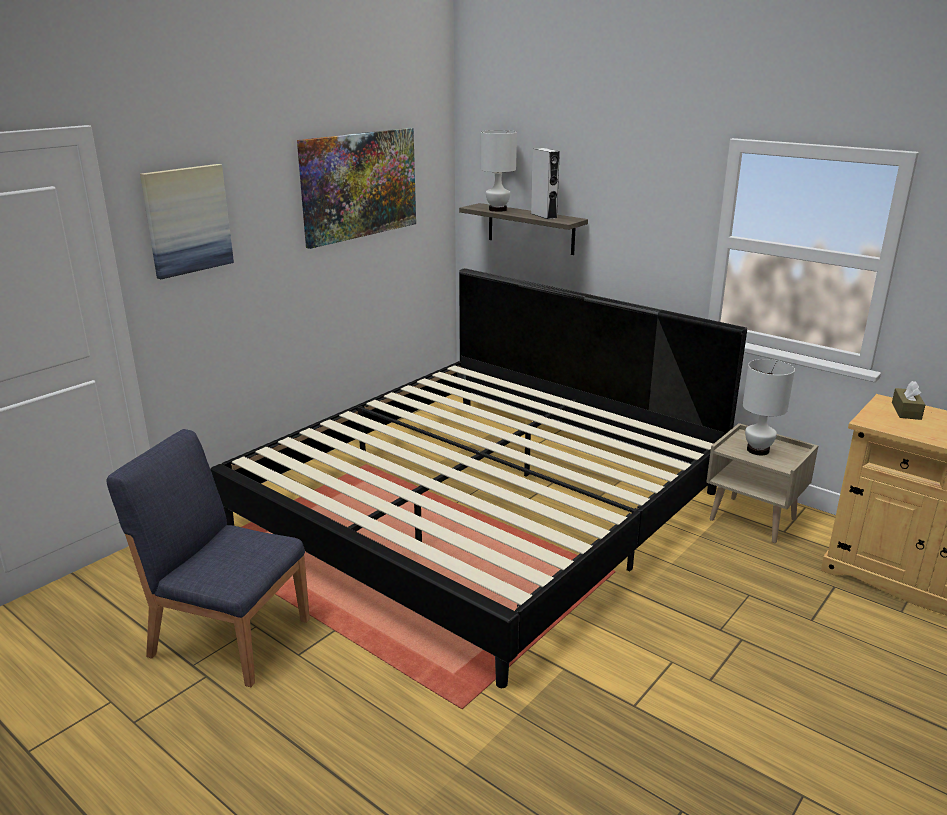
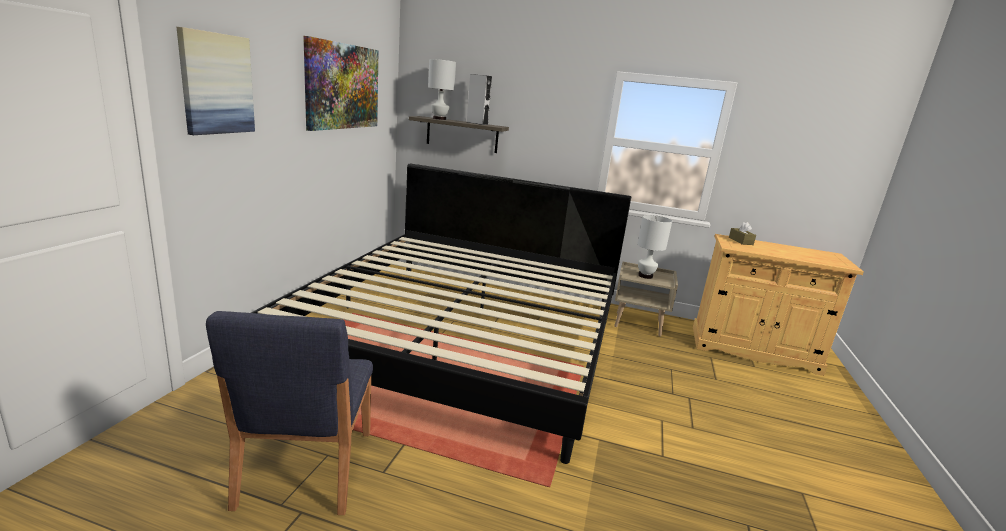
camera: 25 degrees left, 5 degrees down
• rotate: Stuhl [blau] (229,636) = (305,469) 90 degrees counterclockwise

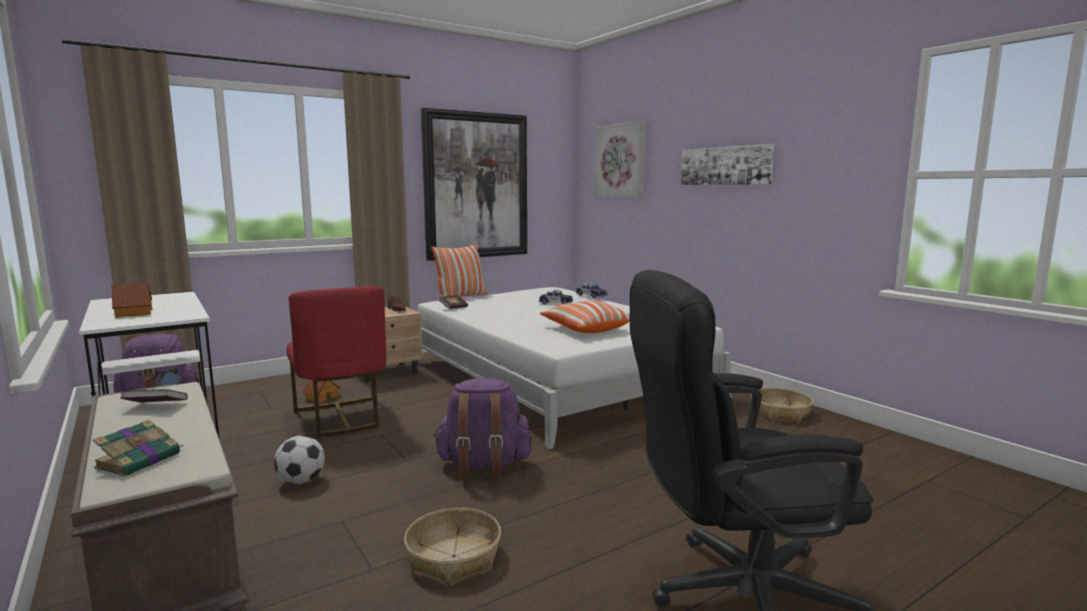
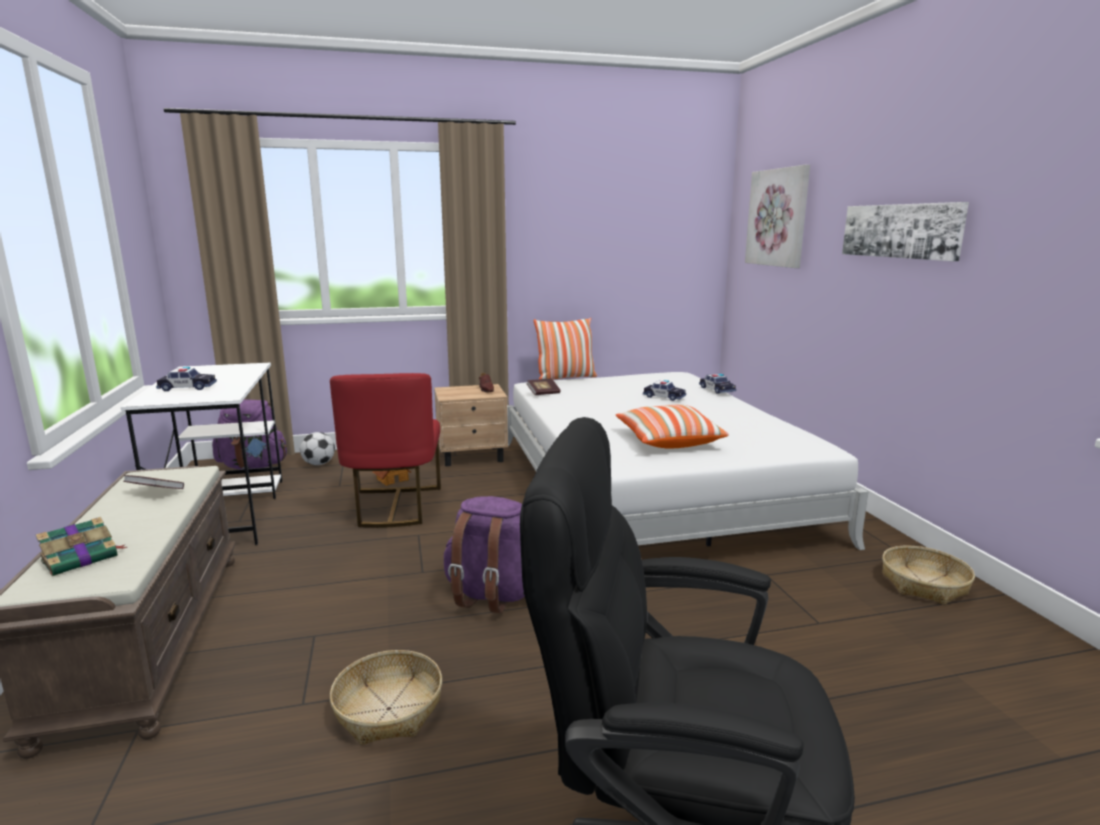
camera: 20 degrees right, 5 degrees up
• replace: Spielzeughaus (133,313) to Spielzeugauto (187,387)
• move: Fußball (301,481) to (319,464)
• delete: Bild (476,186)

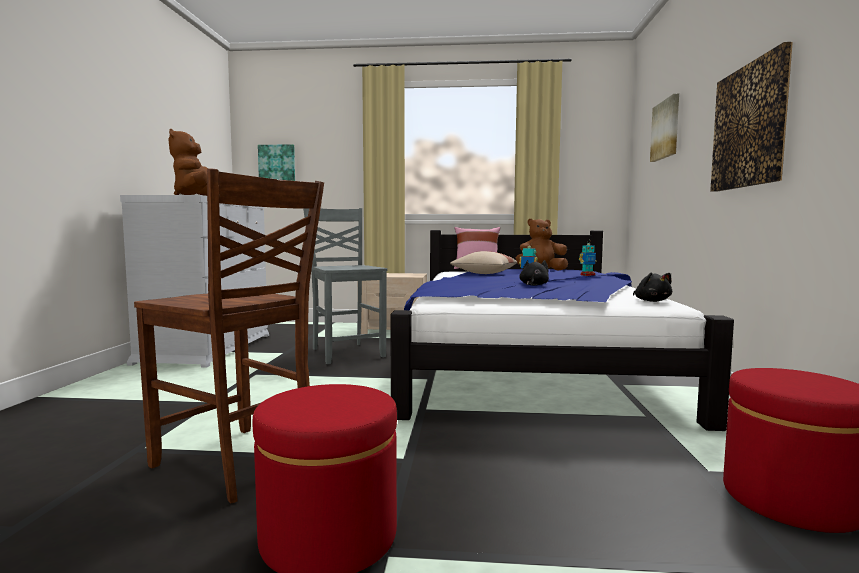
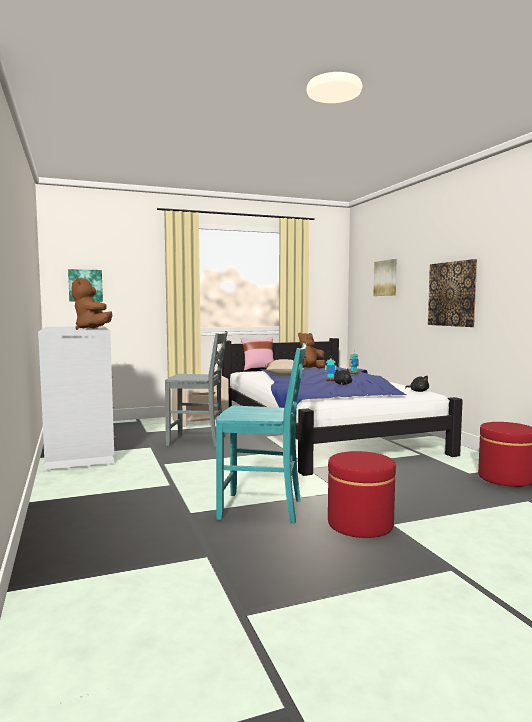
camera: 25 degrees left, 0 degrees up
• recolor: Stuhl [braun] (237,464) to Stuhl [türkis] (262,509)
• rotate: Stuhl [grau] (346,352) = (198,441) 150 degrees clockwise

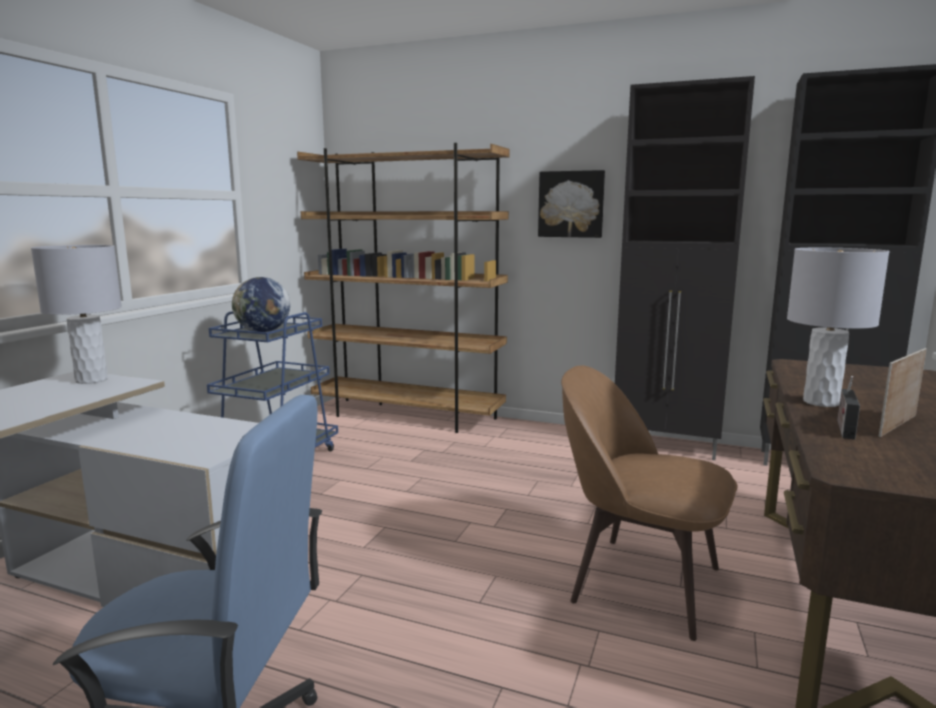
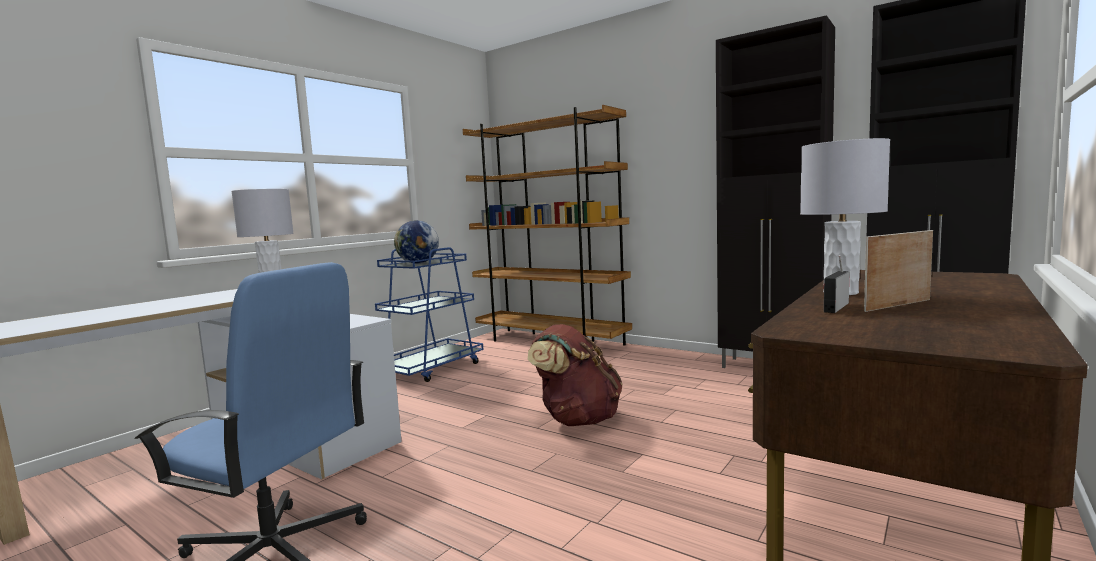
camera: 15 degrees right, 5 degrees down
• delete: Bild (571,204)
• delete: Stuhl [braun] (639,582)
• insert: Rucksack [braun] (577,419)

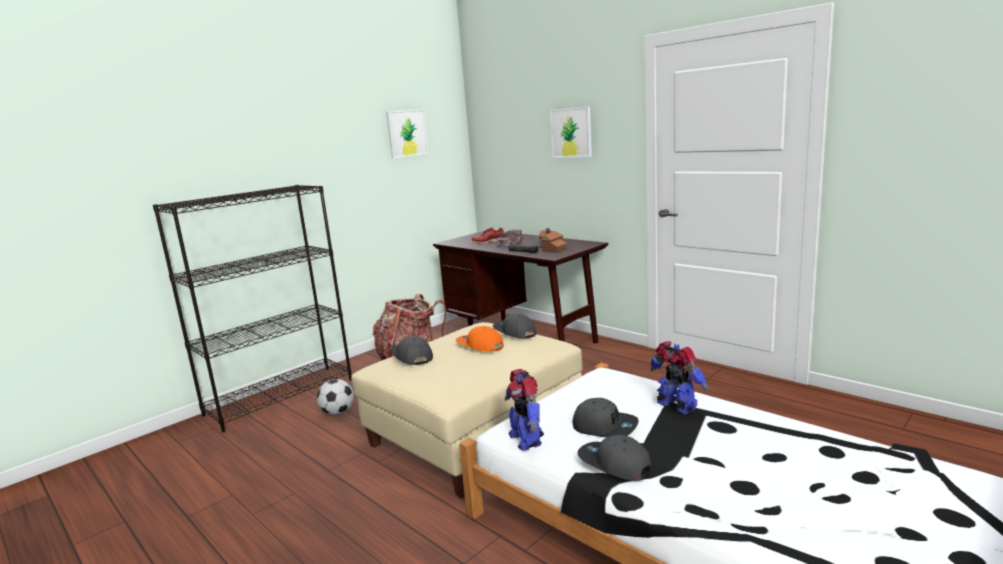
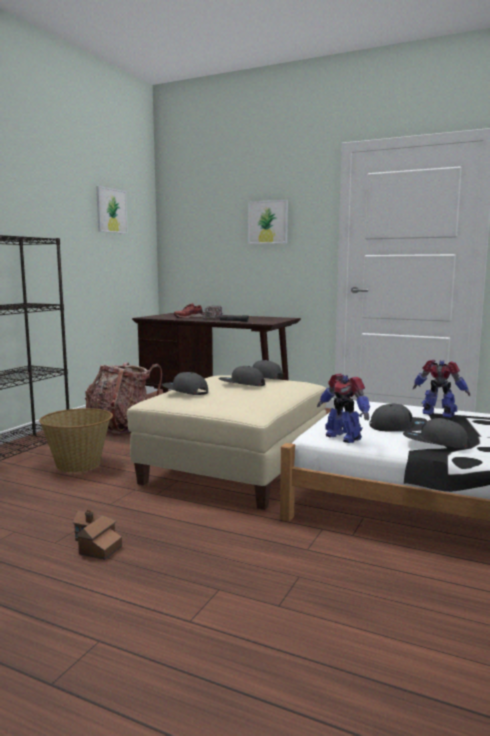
camera: 20 degrees left, 5 degrees down
• replace: Fußball (338,413) to Korb (79,464)
• recolor: Kappe [orange] (479,346) to Kappe [grau] (241,384)
• move: Spielzeughaus (551,249) to (95,546)

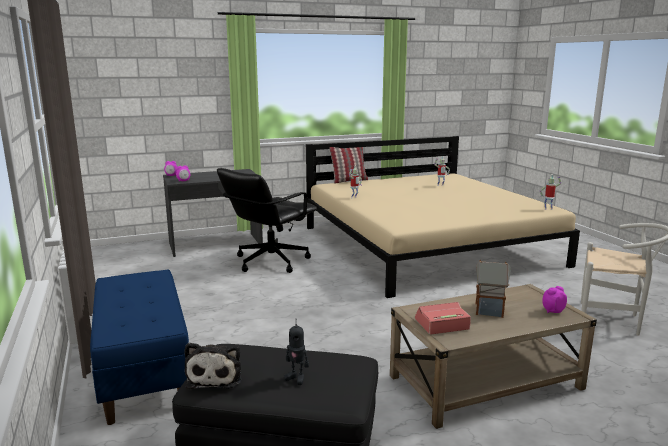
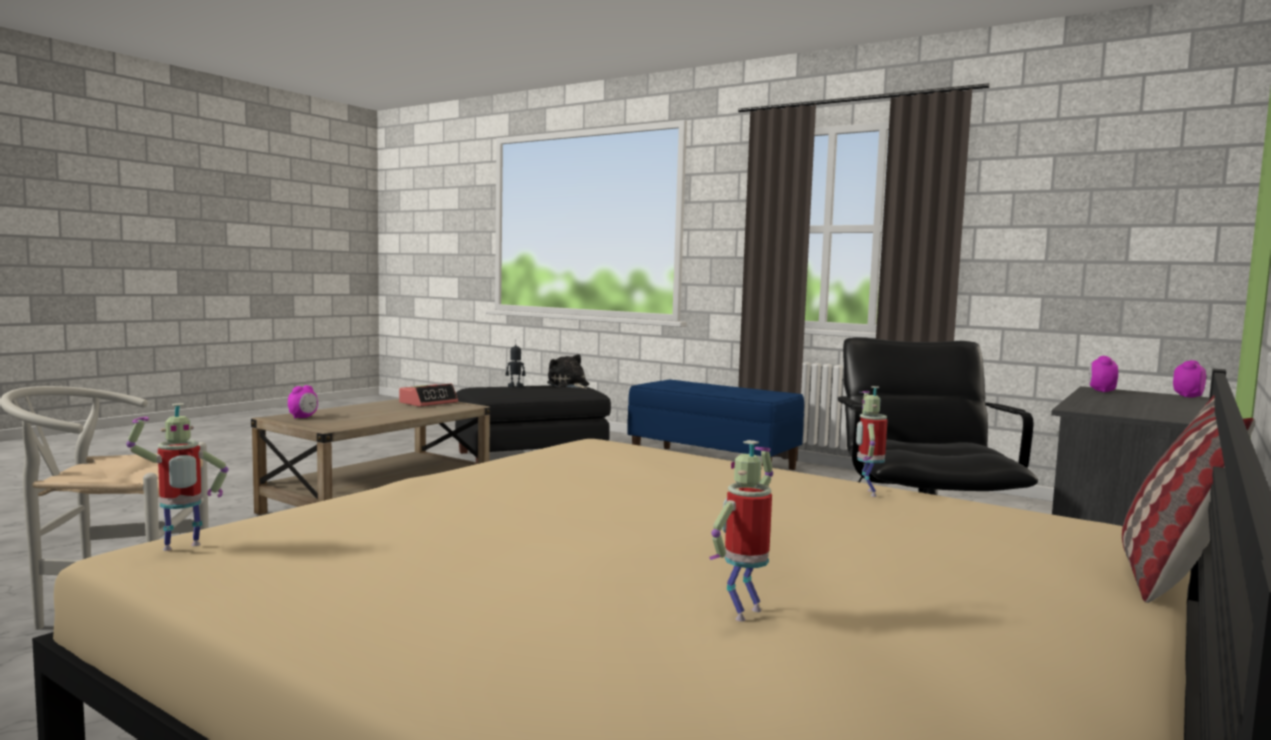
camera: 145 degrees right, 10 degrees down
• delete: Spielzeughaus (490,310)

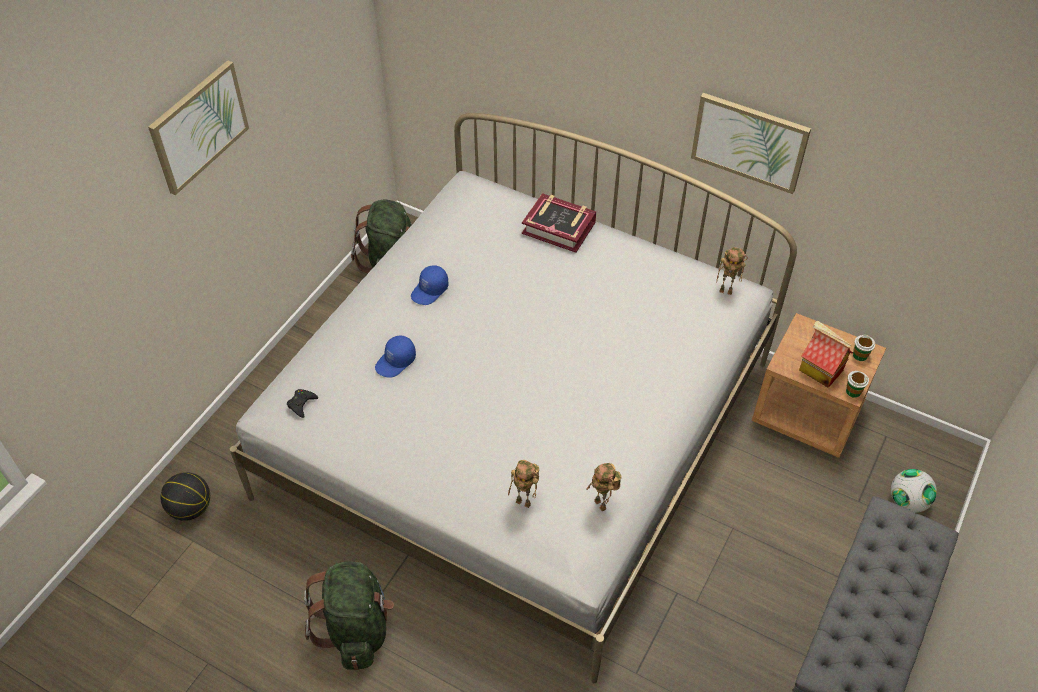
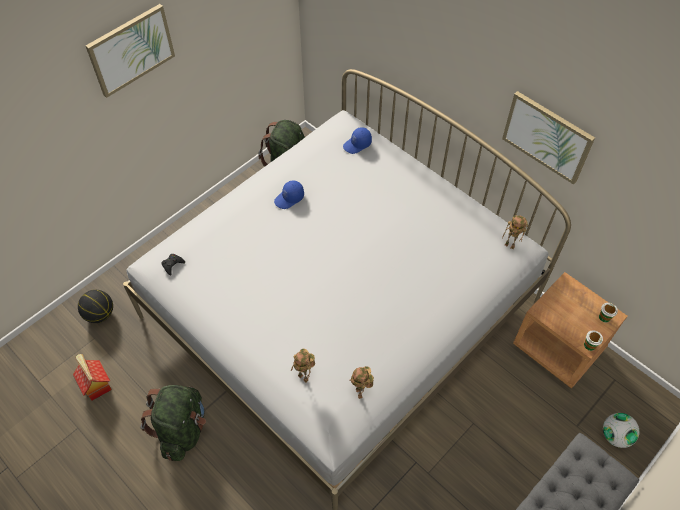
camera: 15 degrees right, 5 degrees up
• move: Kappe [blau] (396,362) to (357,145)
• delete: Buch (559,228)
• move: Spielzeughaus (820,370) to (96,385)

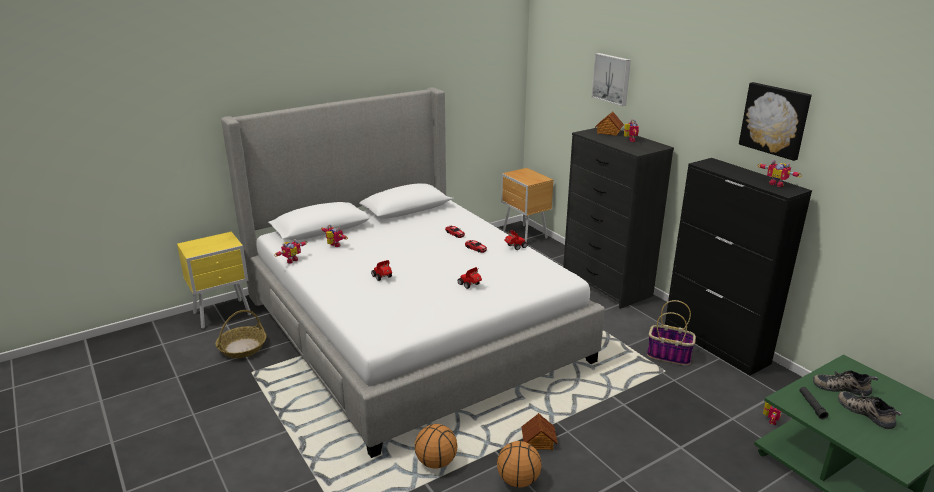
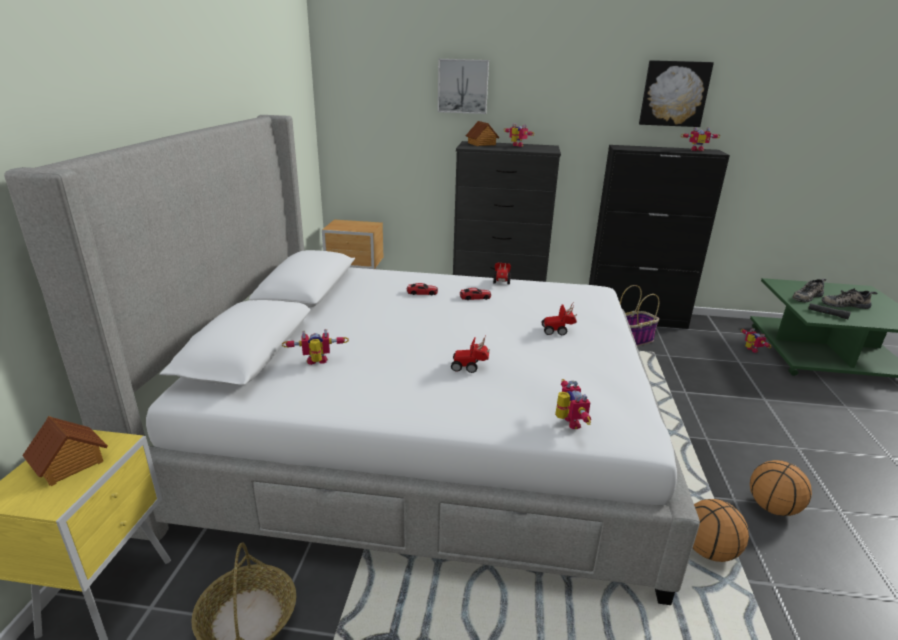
camera: 50 degrees left, 0 degrees up
• move: Spielzeugroboter (291,260) to (567,423)
• move: Spielzeughaus (538,442) to (69,464)

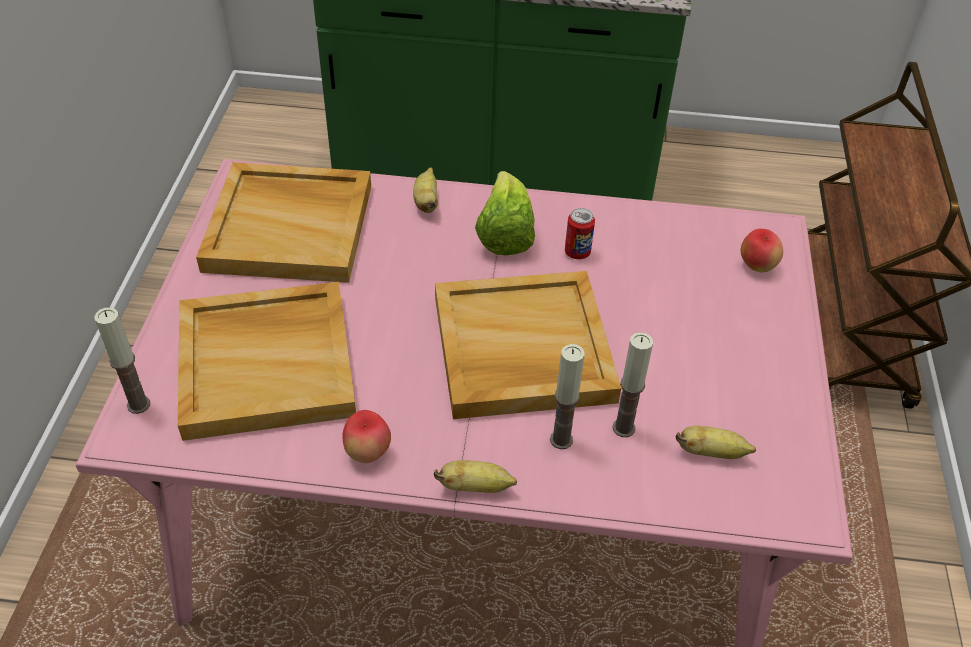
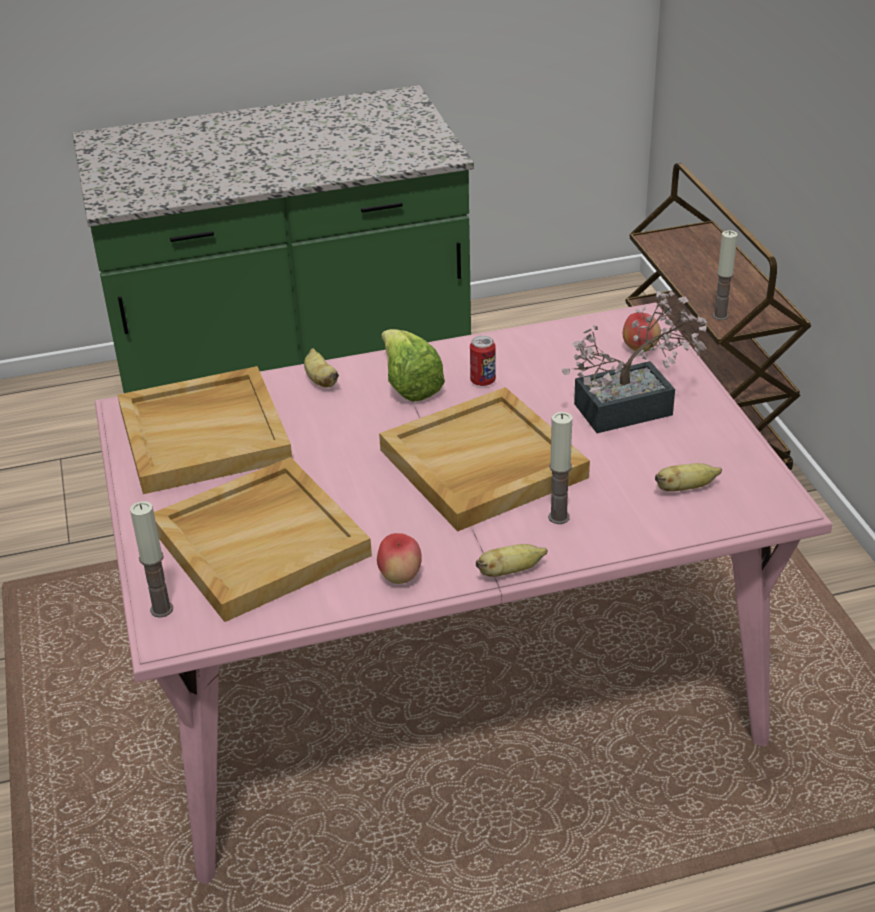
camera: 20 degrees left, 10 degrees down
• move: Kerze (623,428) to (720,316)
• insert: Topfpflanze (634,407)

